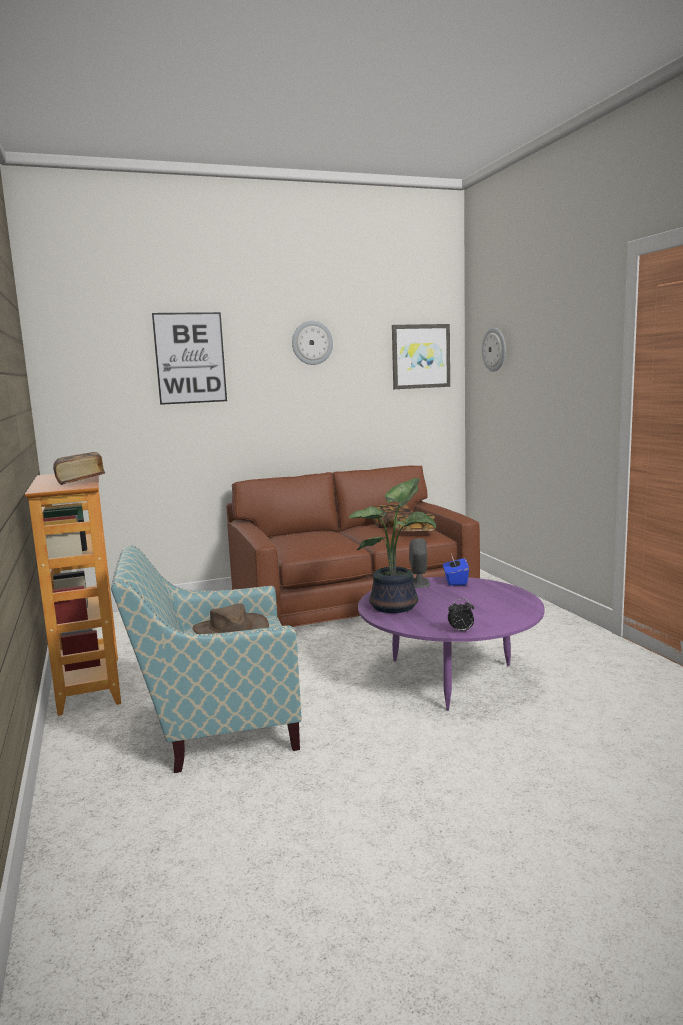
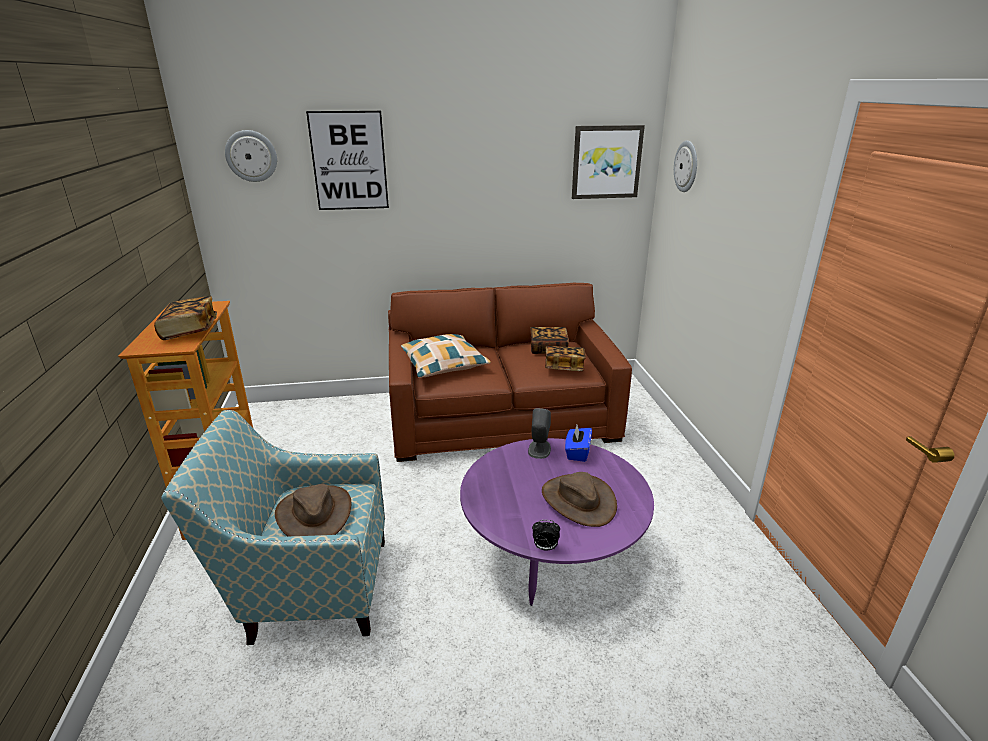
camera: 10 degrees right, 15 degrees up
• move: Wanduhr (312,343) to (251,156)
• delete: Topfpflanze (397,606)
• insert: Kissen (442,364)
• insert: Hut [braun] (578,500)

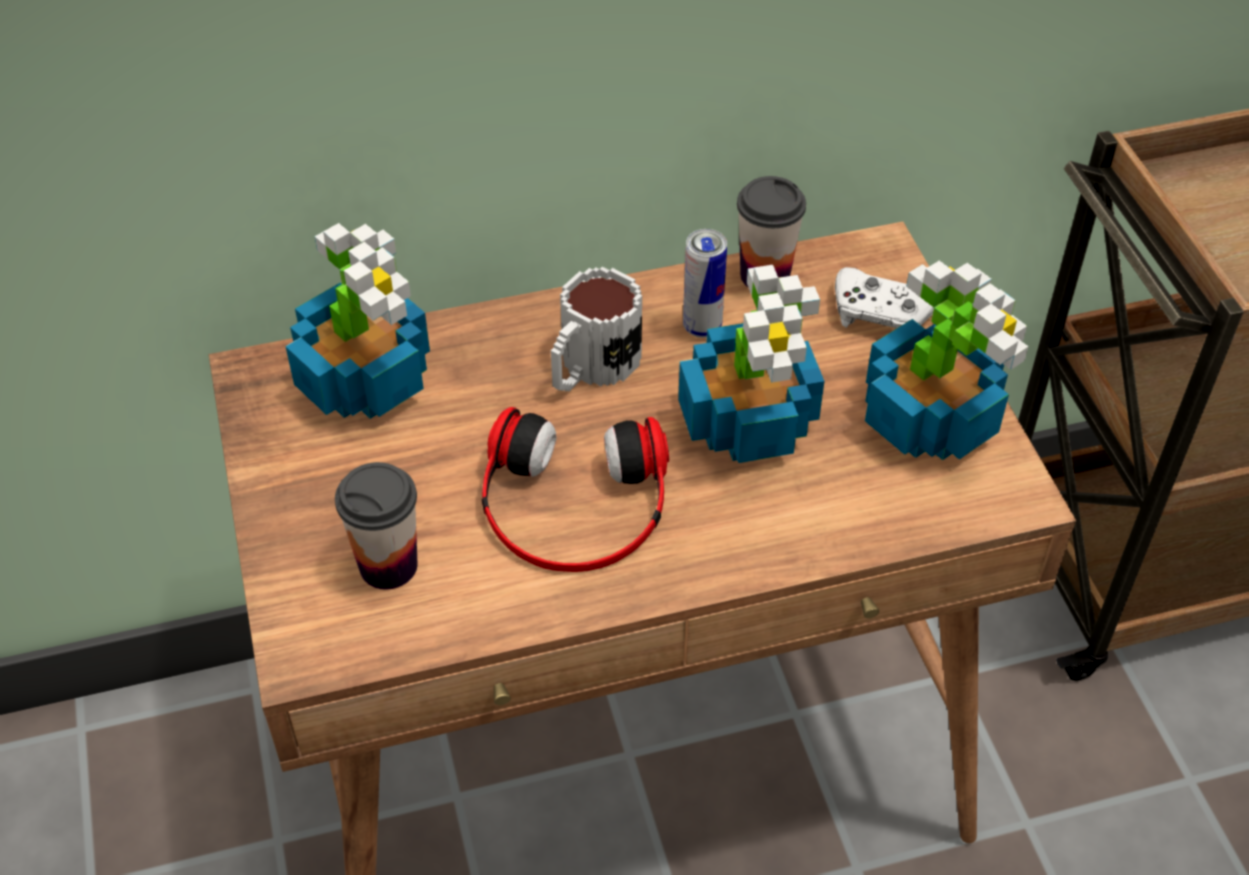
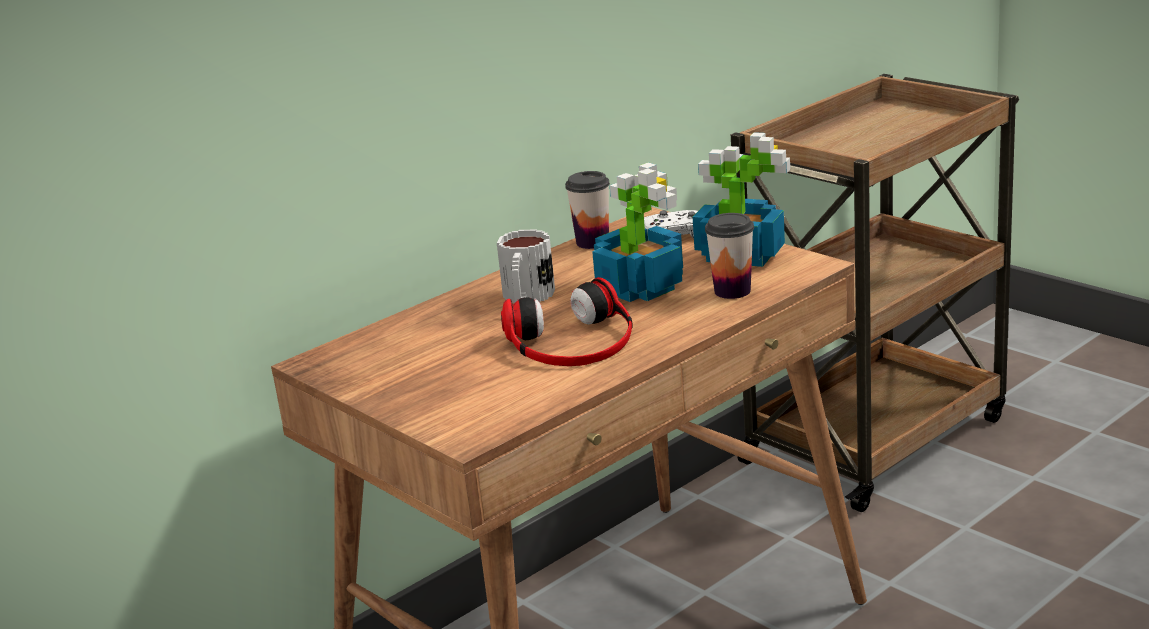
camera: 25 degrees left, 25 degrees down
• delete: Topfpflanze (365,378)
• move: Tasse (388,565) to (732,291)
• delete: Dose (702,327)

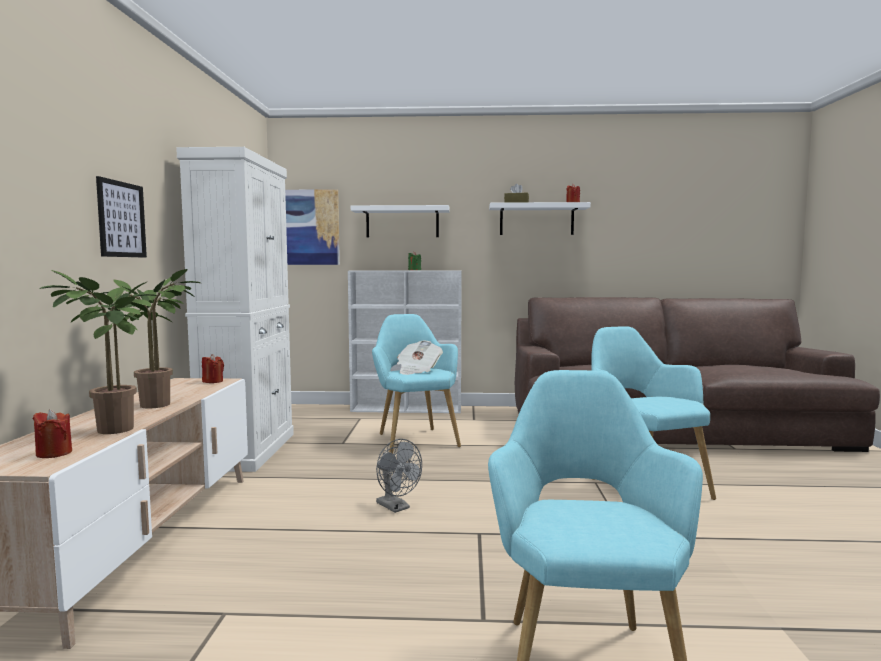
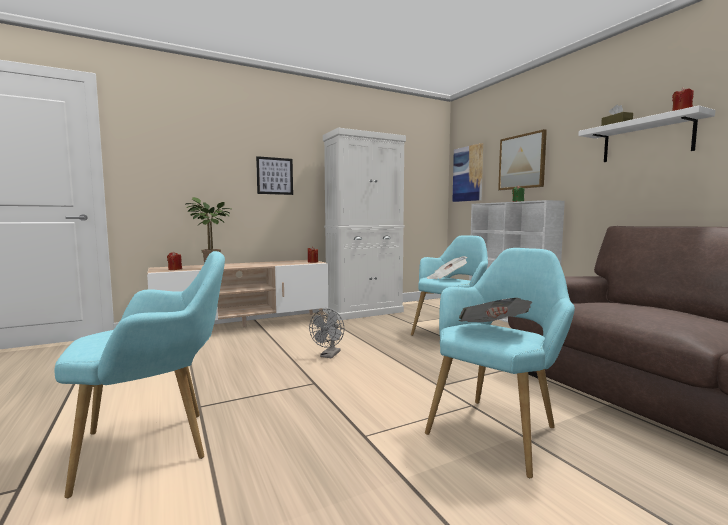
camera: 60 degrees right, 0 degrees up
• delete: Topfpflanze (160,404)
• replace: Wandregal [weiß] (402,222) to Bild (522,162)
• insert: Zeitung (492,331)

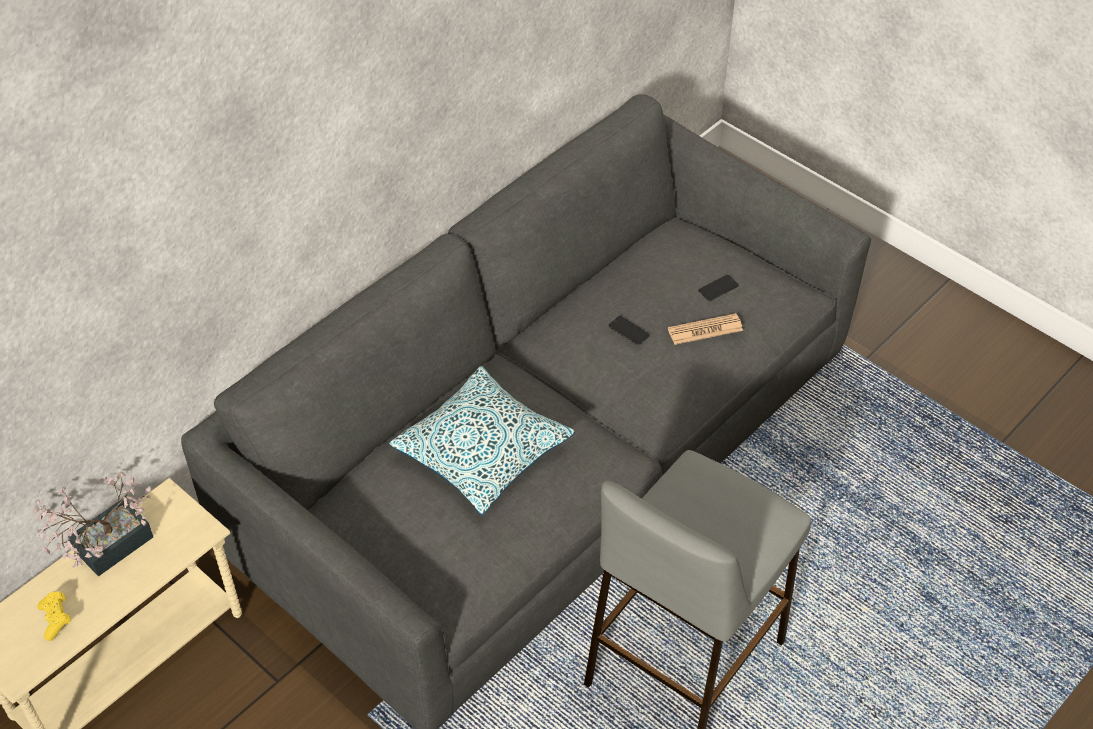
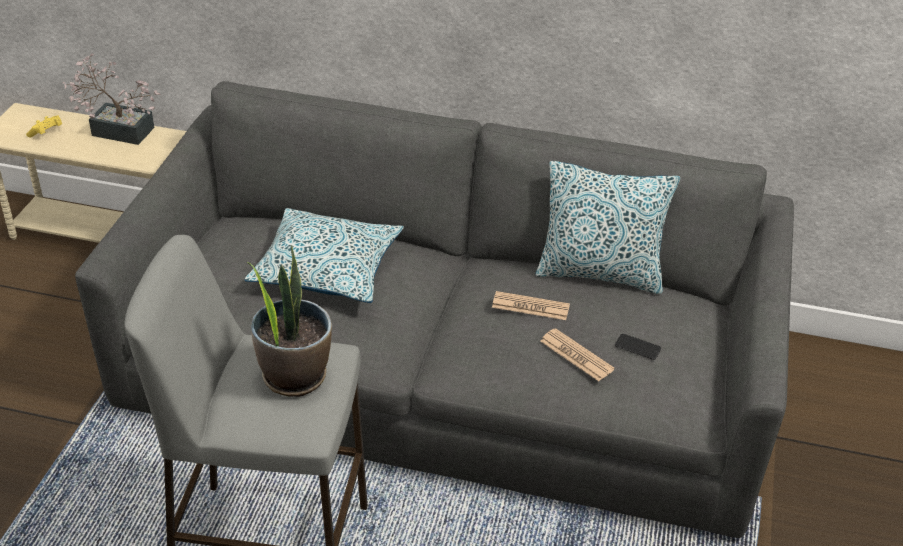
camera: 60 degrees right, 10 degrees down
• replace: Handy (628,331) to Zeitung (530,307)
• insert: Topfpflanze (294,375)
• insert: Kissen (600,273)

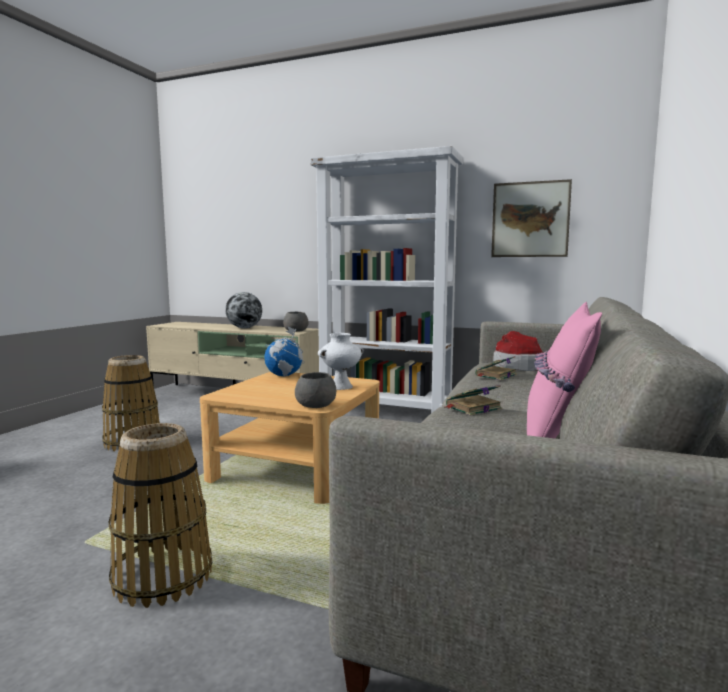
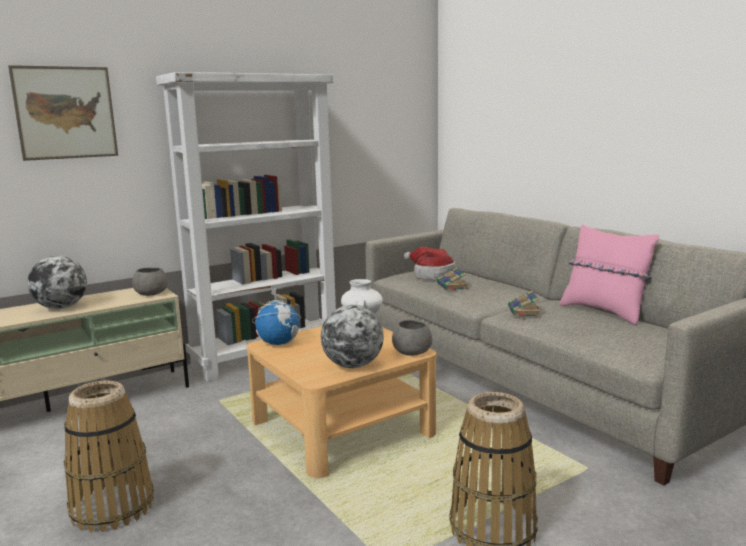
camera: 55 degrees left, 5 degrees up
• move: Bild (530,219) to (65,113)
• insert: Globus (353,365)

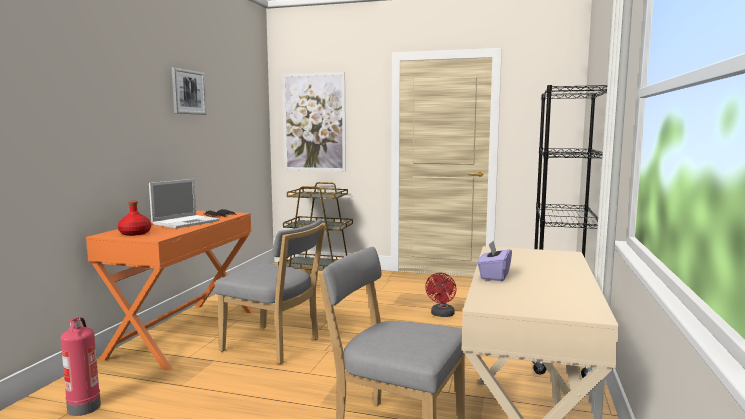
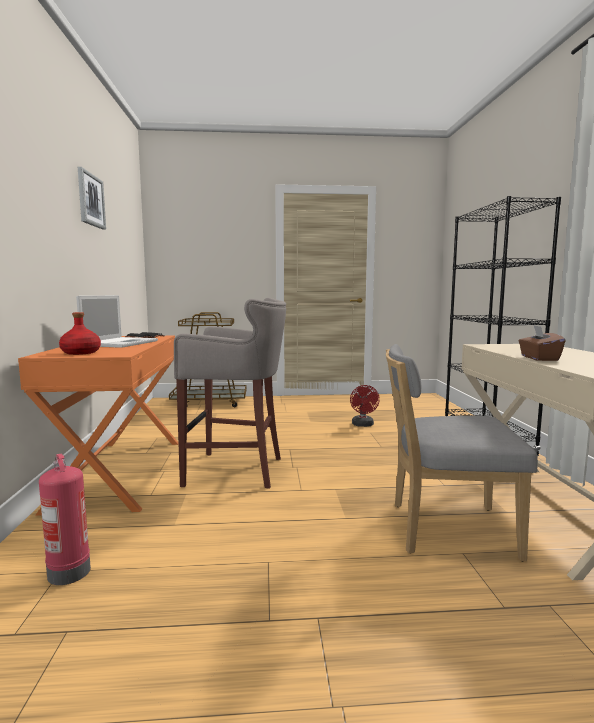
camera: 20 degrees left, 0 degrees up
• replace: Stuhl [grau] (274,346) to Hocker [grau] (237,470)
• delete: Bild (314,122)
• recolor: Taschentuchbox [lila] (494,276) to Taschentuchbox [braun] (538,358)

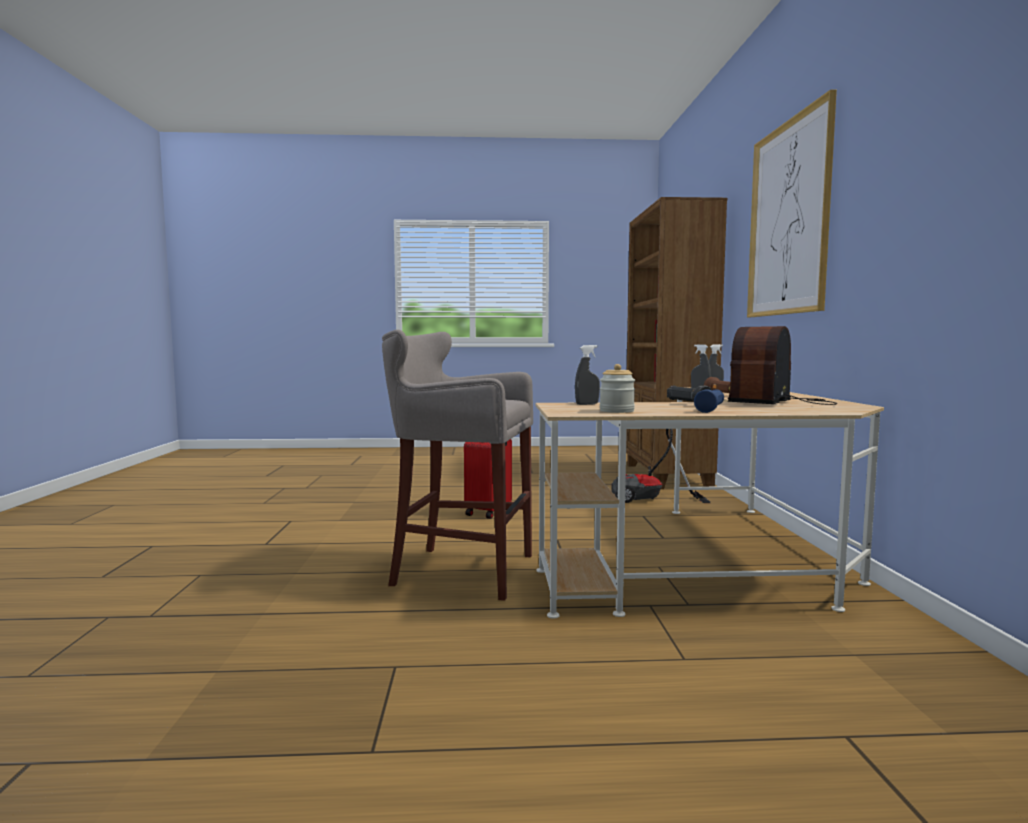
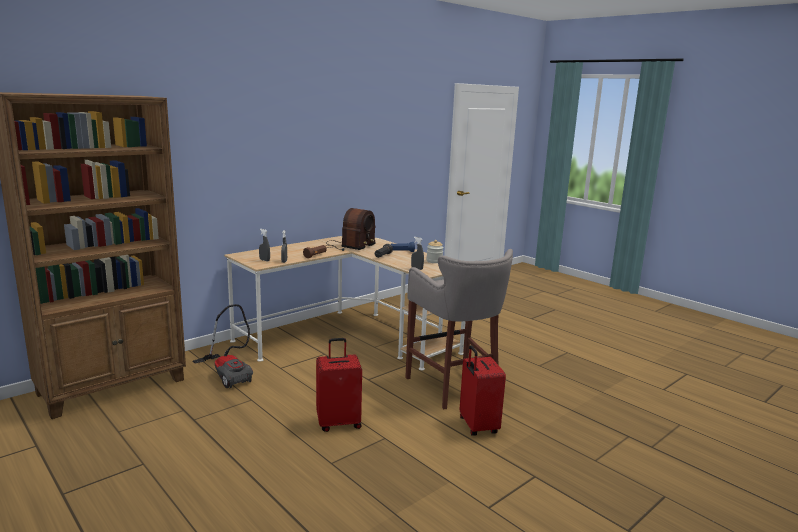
camera: 130 degrees left, 10 degrees up
• rotate: Radio (779,403) = (349,246) 60 degrees counterclockwise
• delete: Bild (788,219)
• insert: Koffer [rot] (477,426)

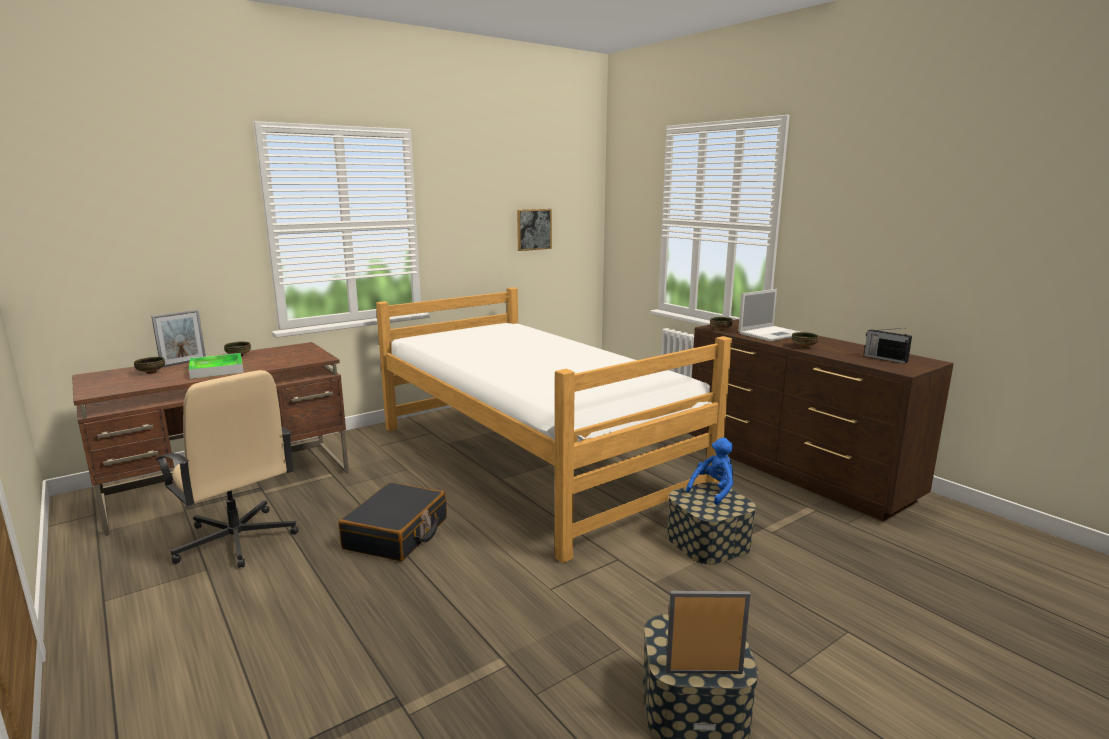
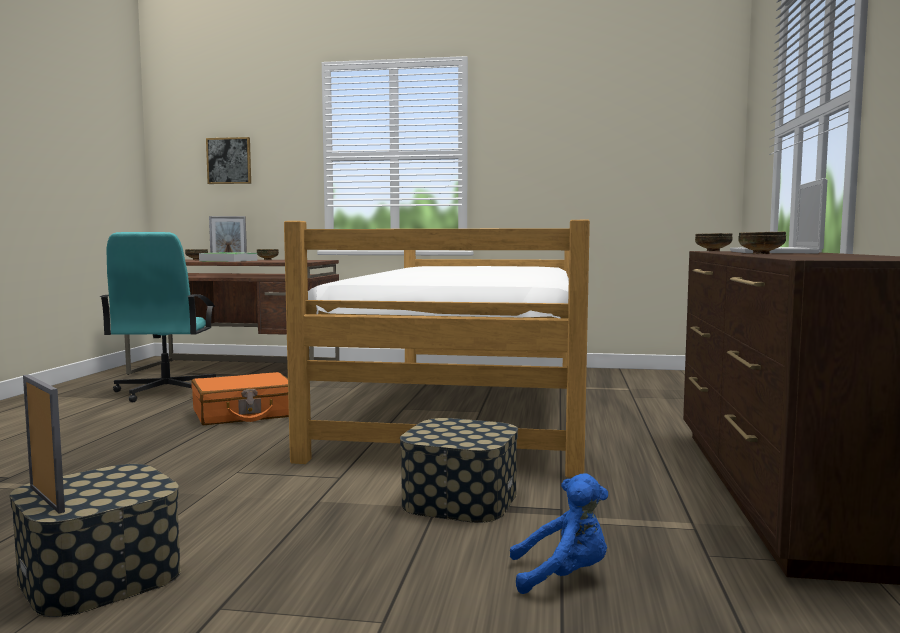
camera: 45 degrees right, 10 degrees down
• recolor: Bürostuhl [beige] (236,540) to Bürostuhl [türkis] (164,392)
• recolor: Koffer [schwarz] (397,534) to Koffer [orange] (244,414)
• move: Bild (534,229) to (229,161)
• move: Plüschtier [blau] (713,491) to (563,576)
• rotate: Laptop (771,334) = (774,252) 90 degrees clockwise
• delete: Radio (884,358)

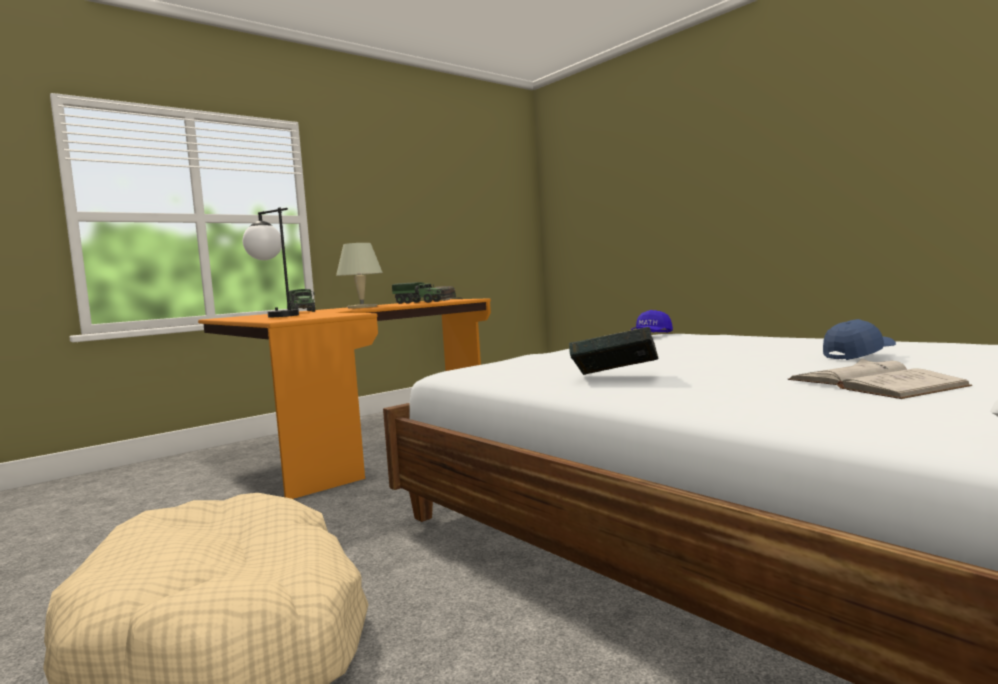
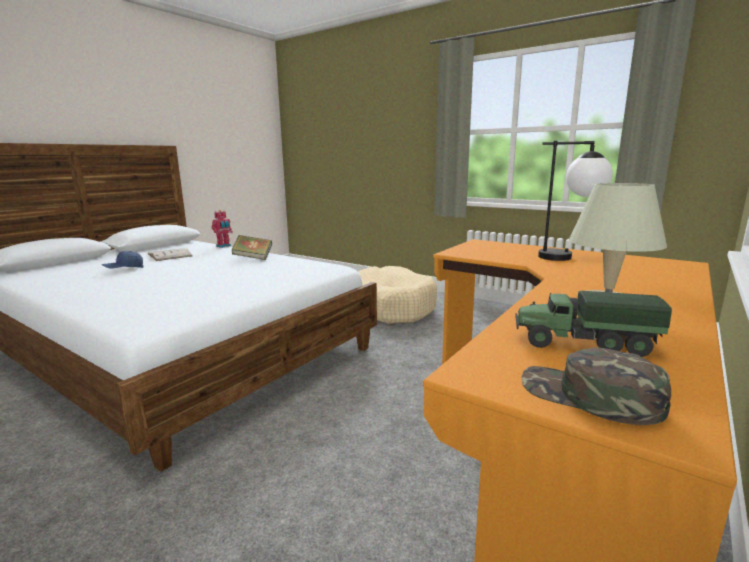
camera: 165 degrees right, 10 degrees up
• delete: Spielzeuglaster (303,311)
• delete: Kappe [blau] (651,335)
• insert: Spielzeugroboter (224,246)

